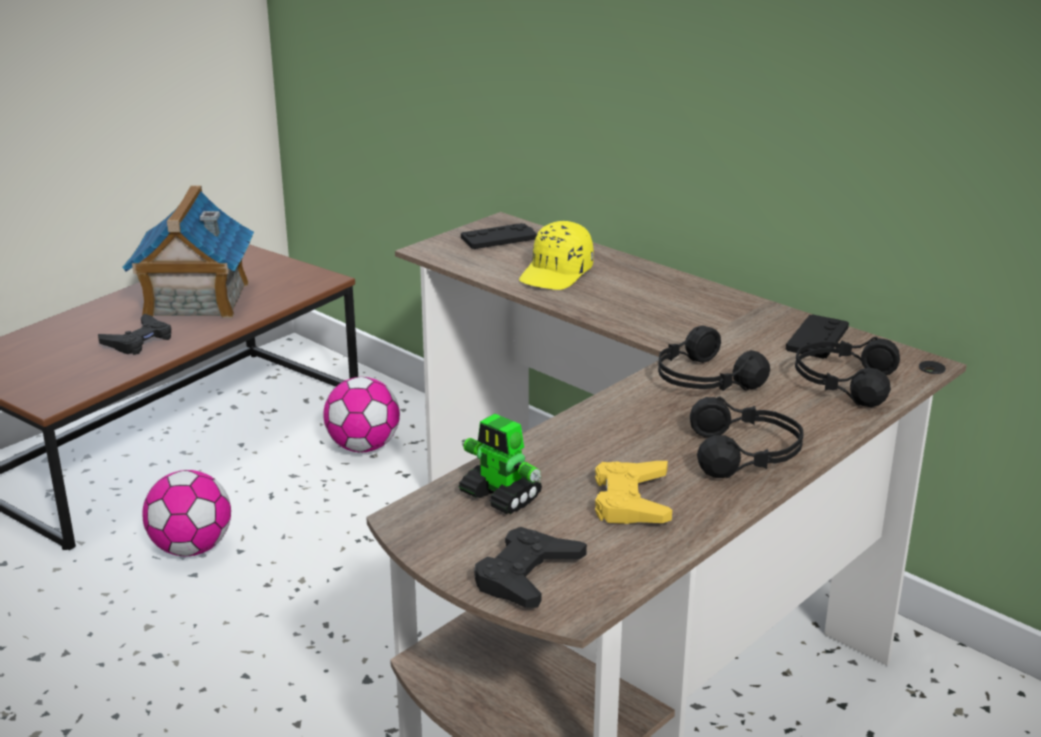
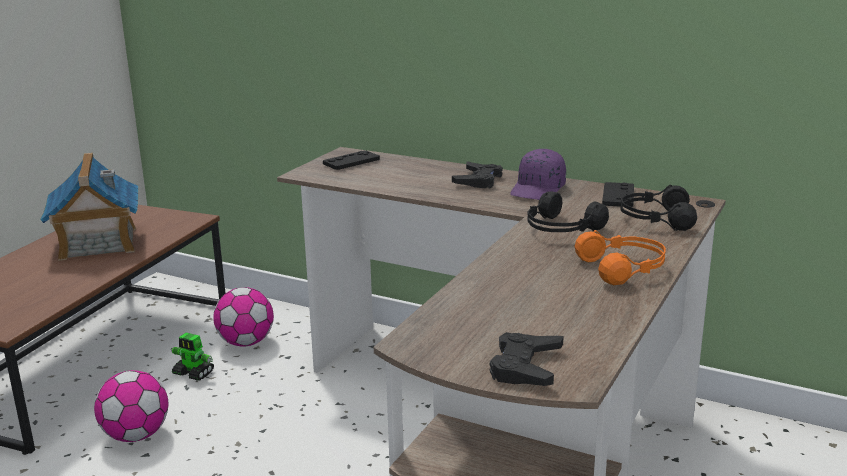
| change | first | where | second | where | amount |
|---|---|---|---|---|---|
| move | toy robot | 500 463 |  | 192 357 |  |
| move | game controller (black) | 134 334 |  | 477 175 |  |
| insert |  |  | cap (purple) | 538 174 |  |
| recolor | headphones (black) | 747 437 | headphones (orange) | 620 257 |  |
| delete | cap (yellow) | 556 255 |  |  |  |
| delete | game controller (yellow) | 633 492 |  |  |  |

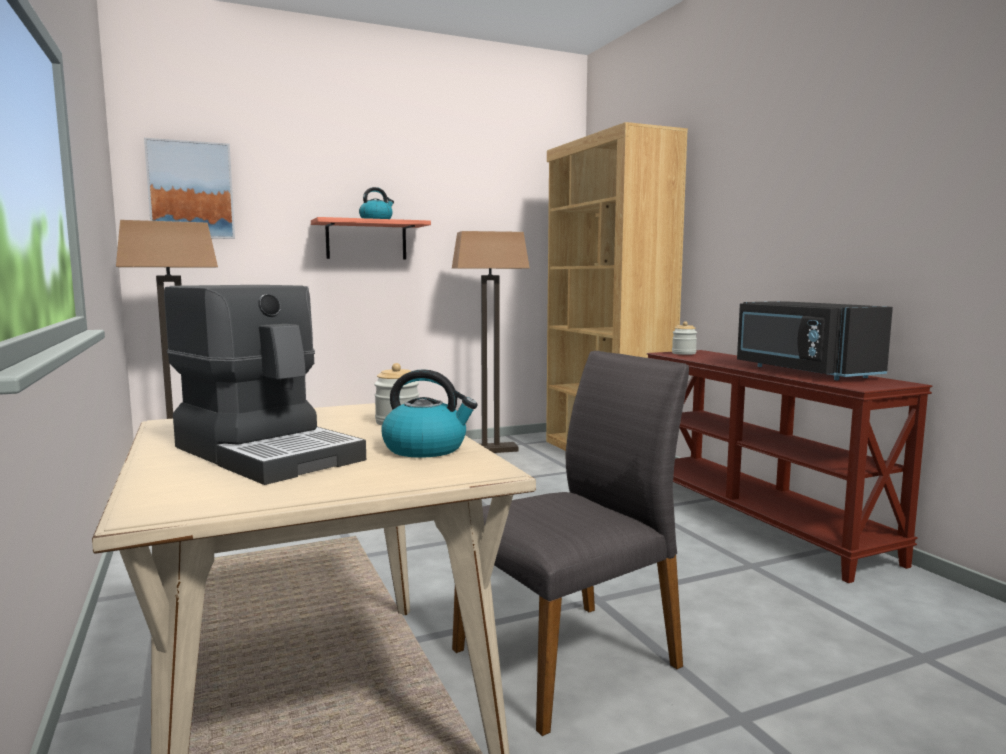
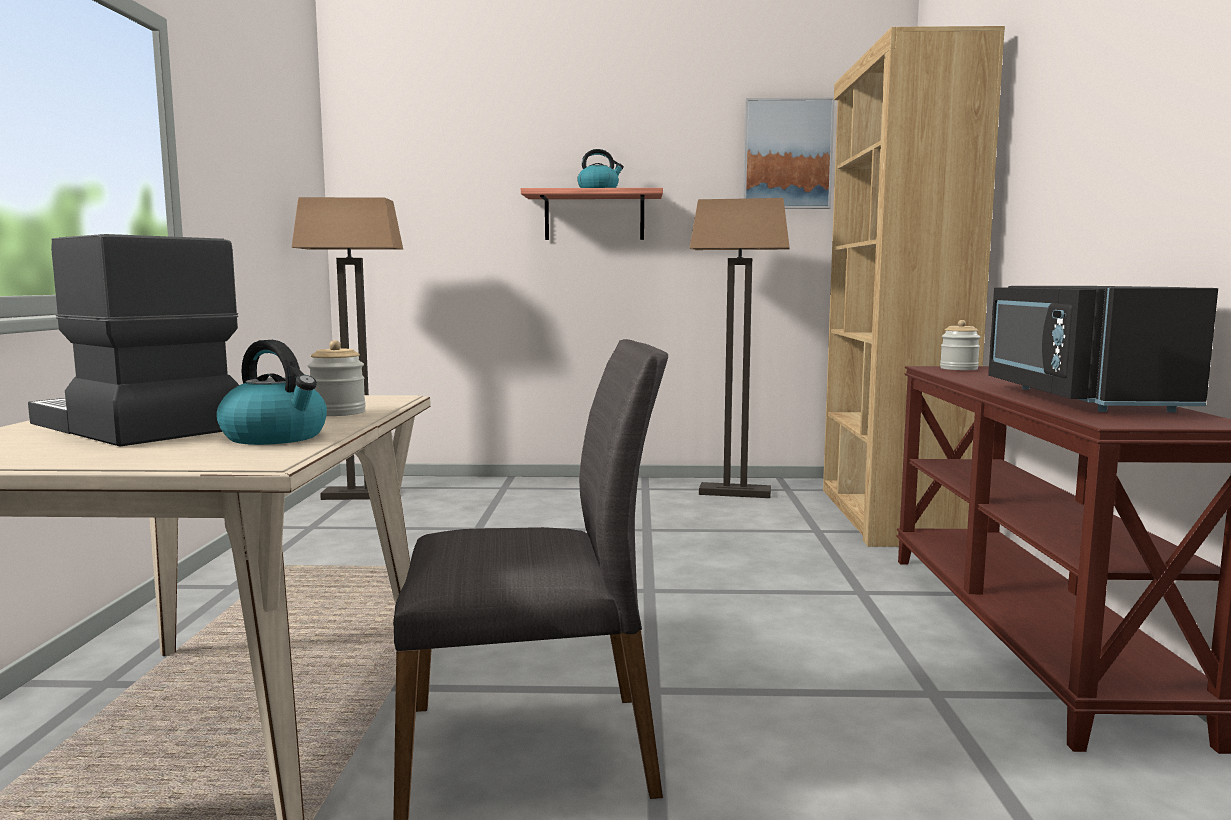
| change | first | where | second | where | amount |
|---|---|---|---|---|---|
| rotate | coffee machine | 265 385 |  | 133 340 | 150 degrees clockwise |
| move | picture | 189 188 |  | 789 153 |  |

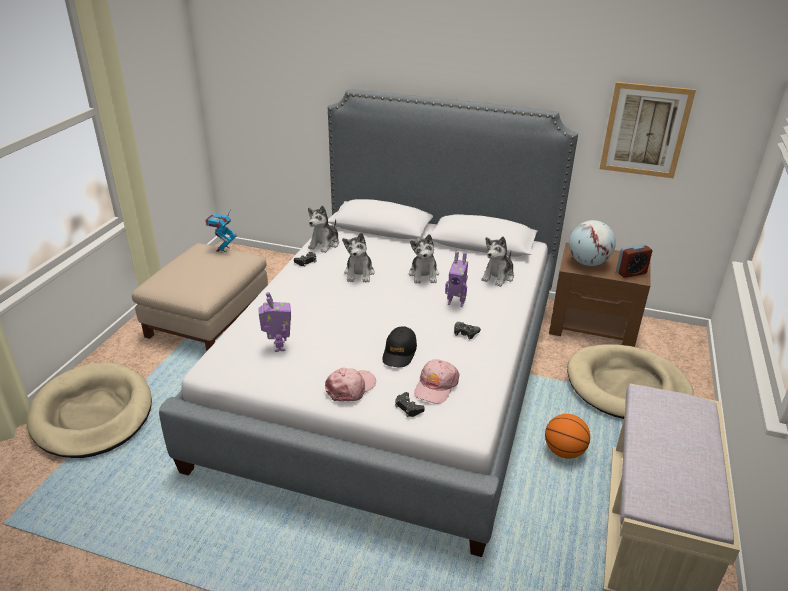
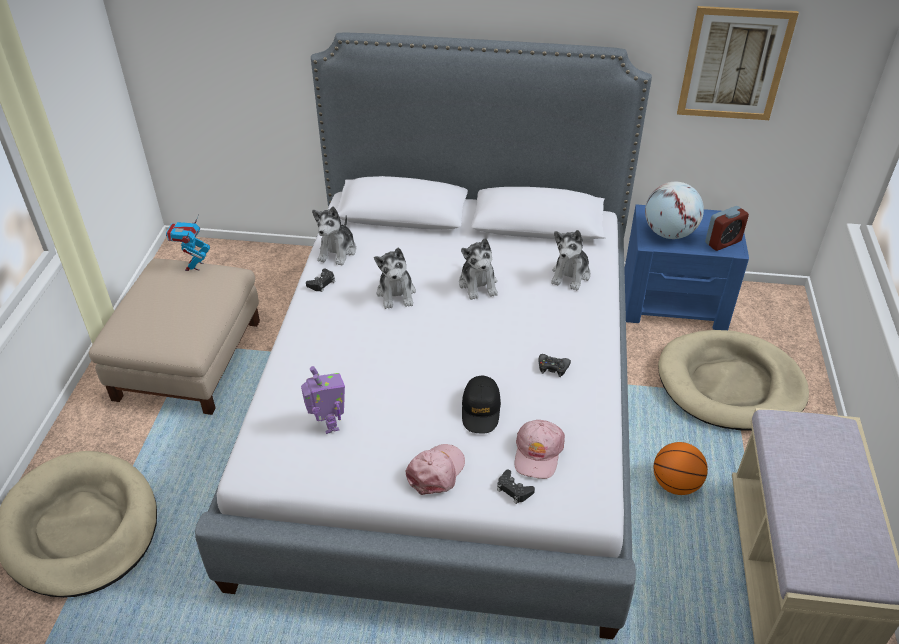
| change | first | where | second | where | amount |
|---|---|---|---|---|---|
| recolor | nightstand (brown) | 600 295 | nightstand (blue) | 686 267 |  |
| delete | toy robot | 456 279 |  |  |  |

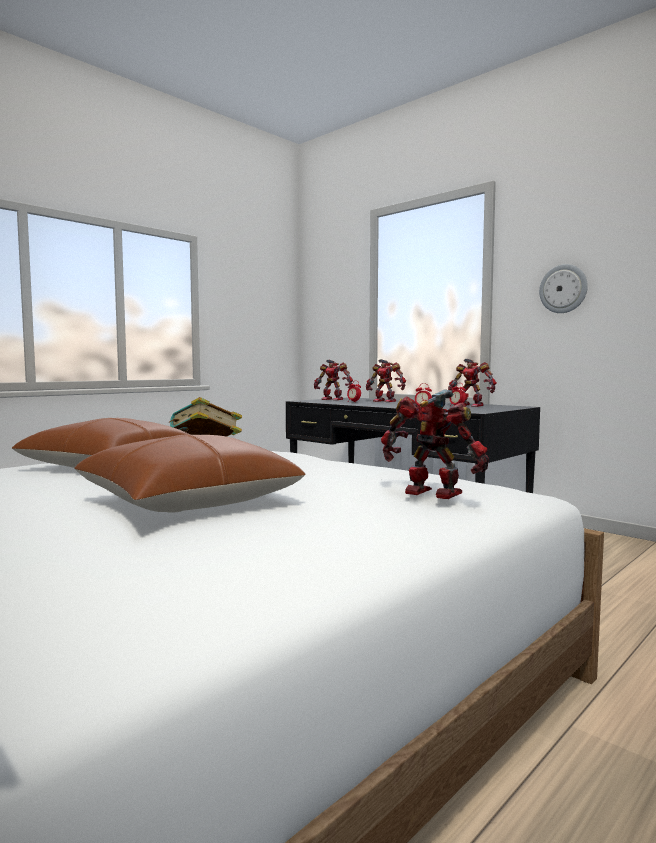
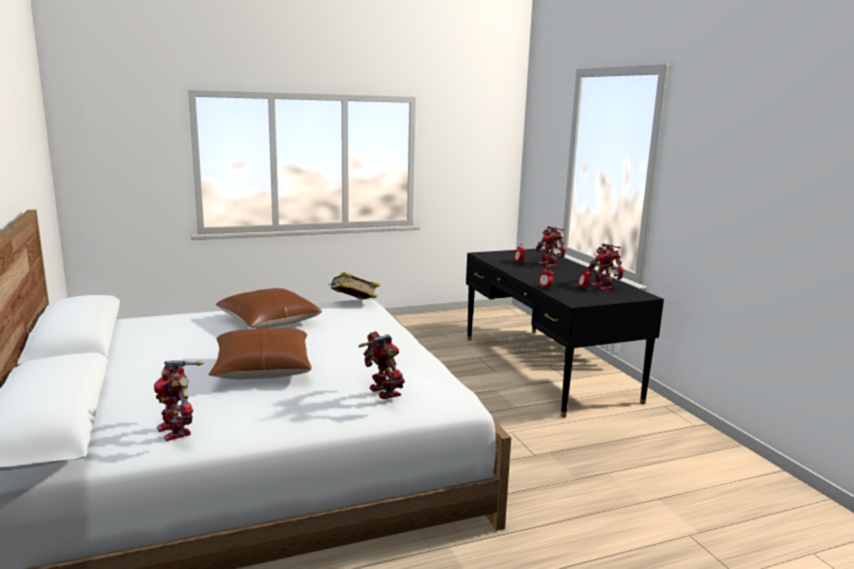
| change | first | where | second | where | amount |
|---|---|---|---|---|---|
| move | toy robot | 333 380 |  | 178 400 |  |
| delete | wall clock | 563 288 |  |  |  |

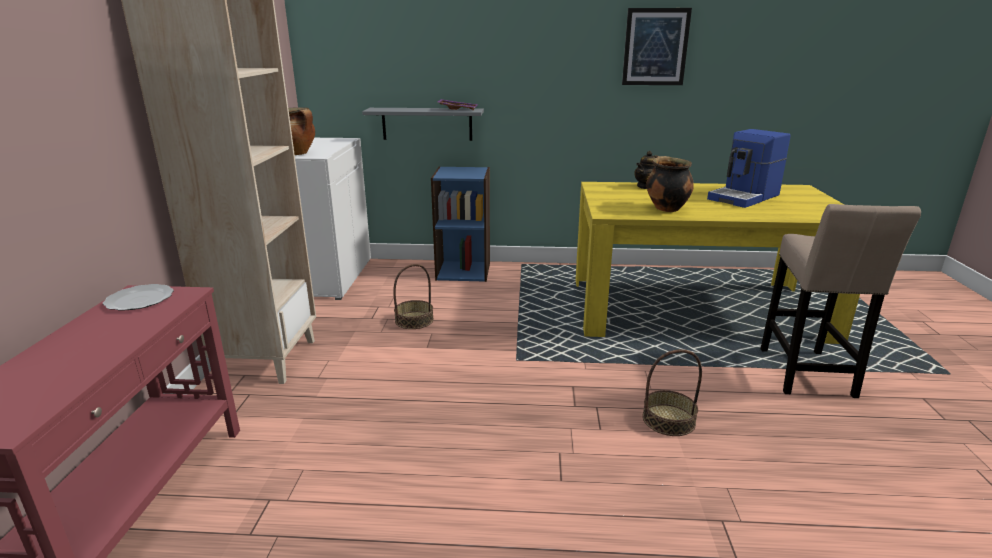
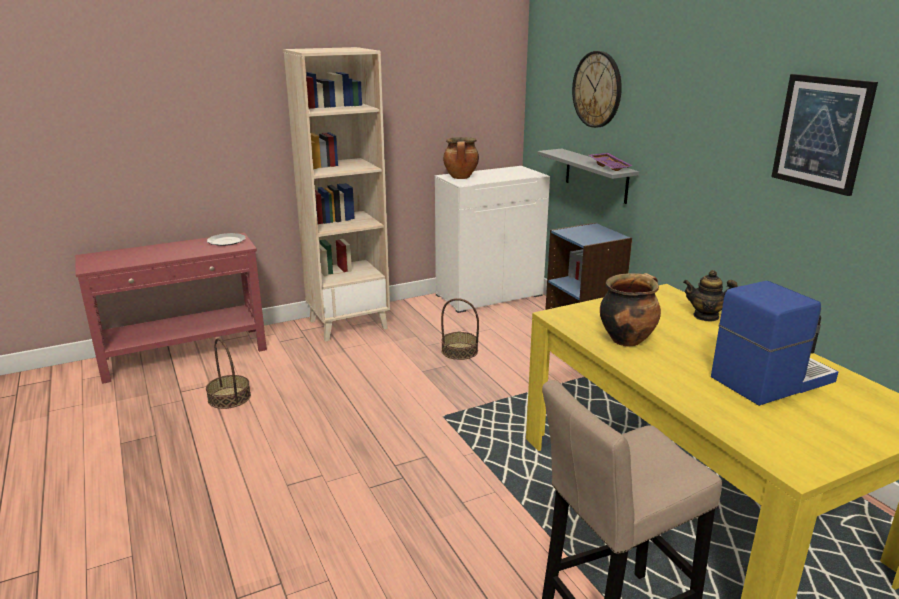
| change | first | where | second | where | amount |
|---|---|---|---|---|---|
| move | basket | 672 392 |  | 228 373 |  |
| insert |  |  | wall clock | 597 89 |  |
| rotate | coffee machine | 748 168 |  | 774 343 | 135 degrees clockwise |

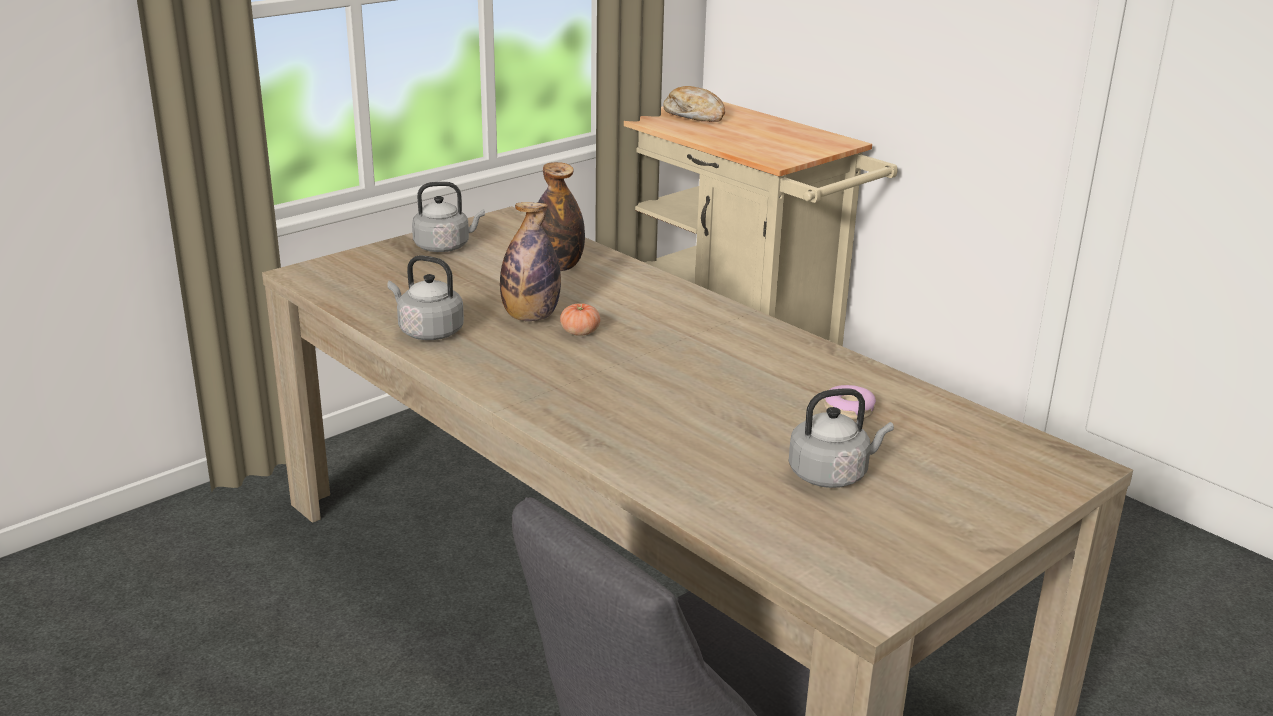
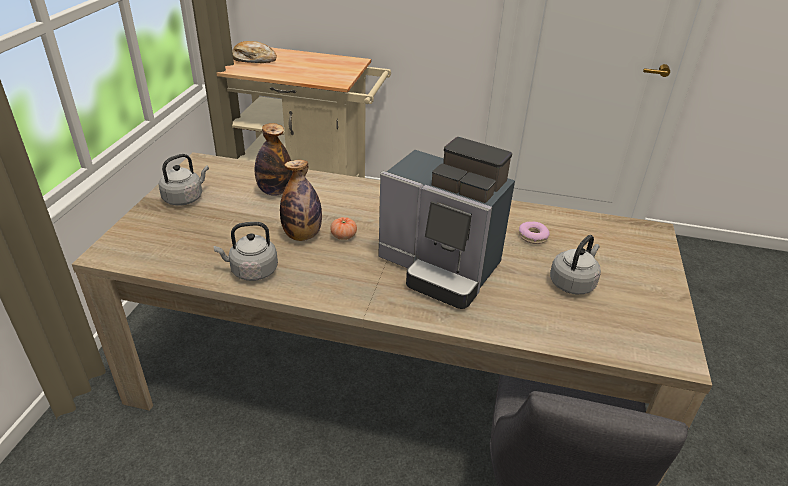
| change | first | where | second | where | amount |
|---|---|---|---|---|---|
| insert |  |  | coffee machine | 446 223 |  |

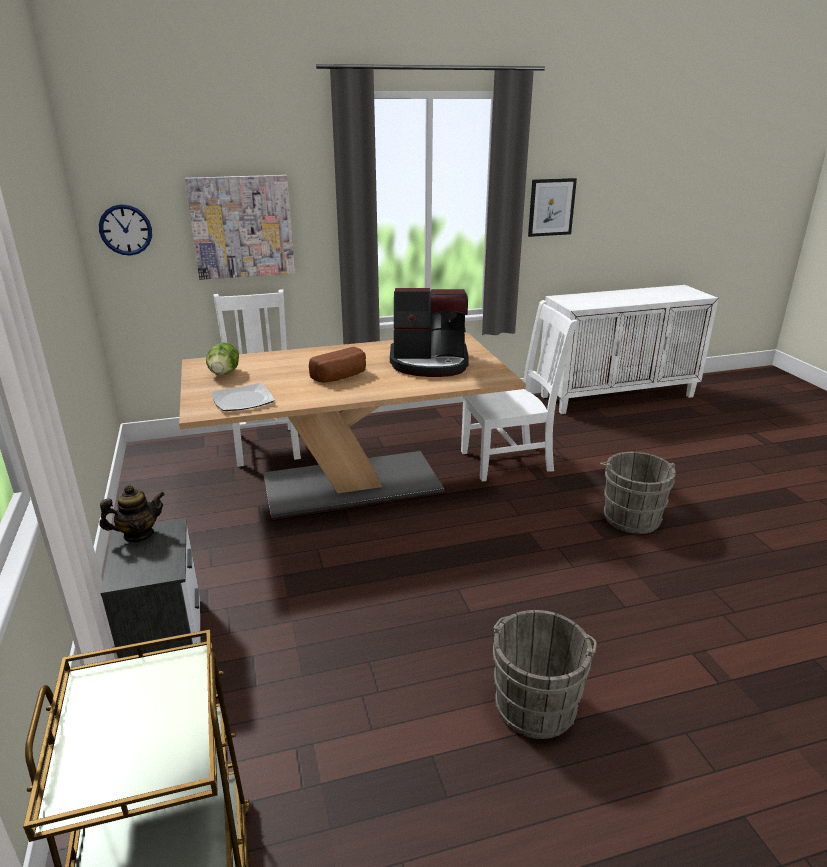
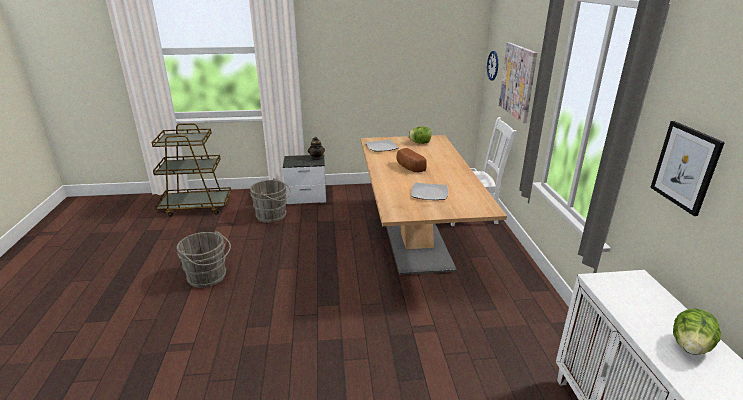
| change | first | where | second | where | amount |
|---|---|---|---|---|---|
| move | bucket (grey) | 638 493 |  | 270 200 |  |
| replace | coffee machine | 429 332 | plate | 429 191 |  |
| insert |  |  | lettuce | 697 331 |  |
| delete | chair (white) | 519 391 |  |  |  |

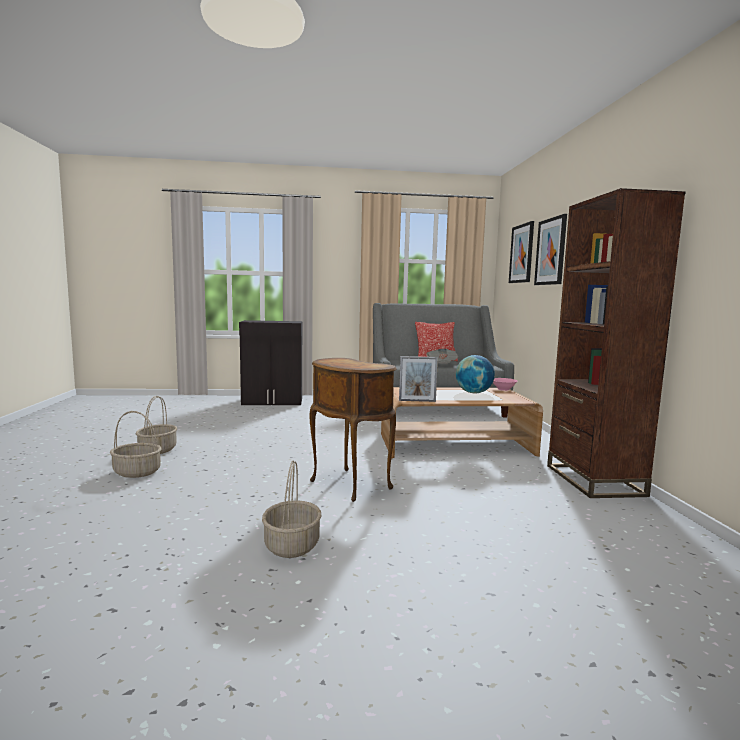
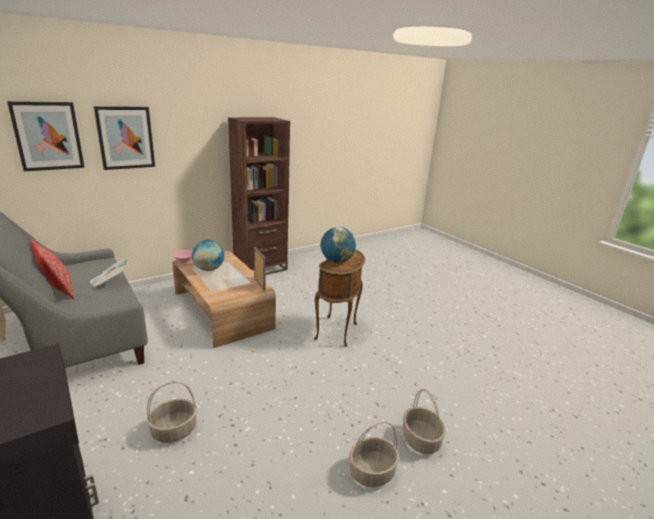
| change | first | where | second | where | amount |
|---|---|---|---|---|---|
| move | basket | 292 509 |  | 172 412 |  |
| insert |  |  | globe | 338 245 |  |

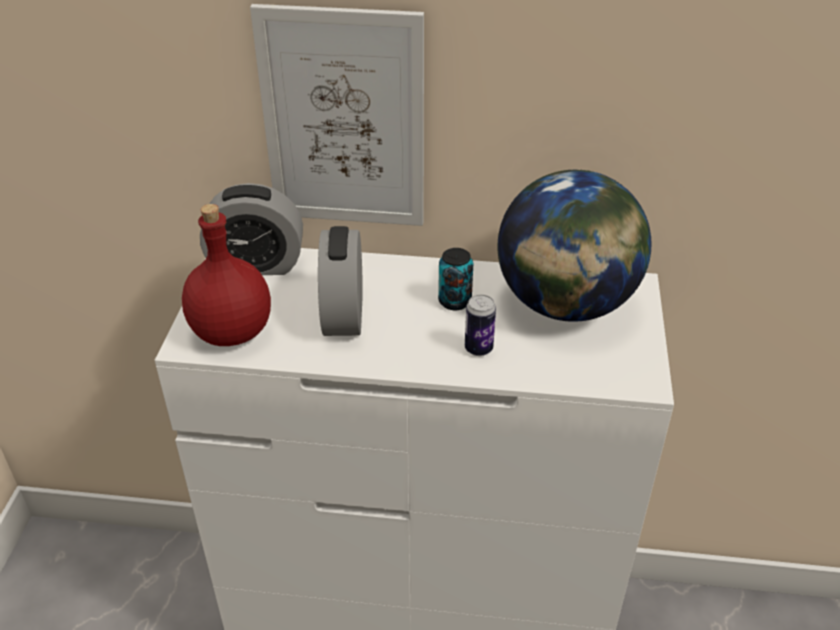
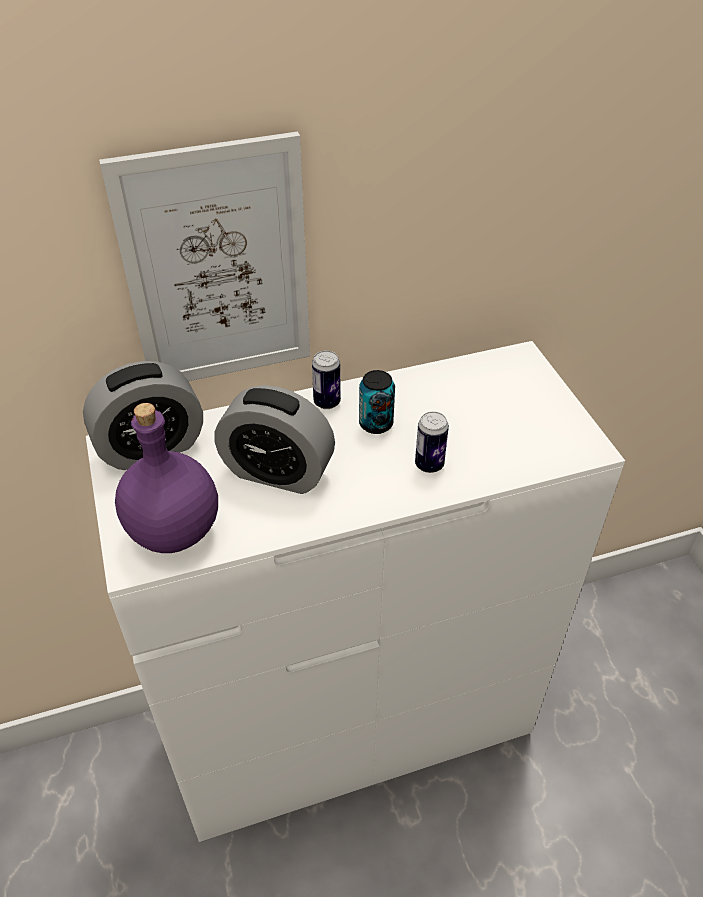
| change | first | where | second | where | amount |
|---|---|---|---|---|---|
| recolor | bottle (red) | 226 275 | bottle (purple) | 166 478 |  |
| rotate | alarm clock | 340 281 |  | 275 439 | 45 degrees counterclockwise |
| insert |  |  | can | 326 380 |  |
| delete | globe | 574 246 |  |  |  |

